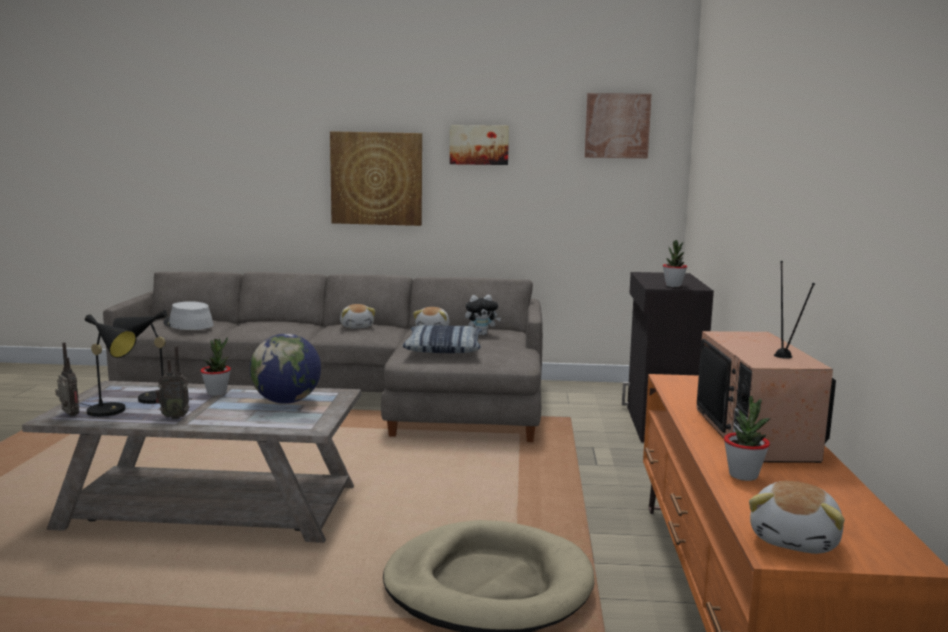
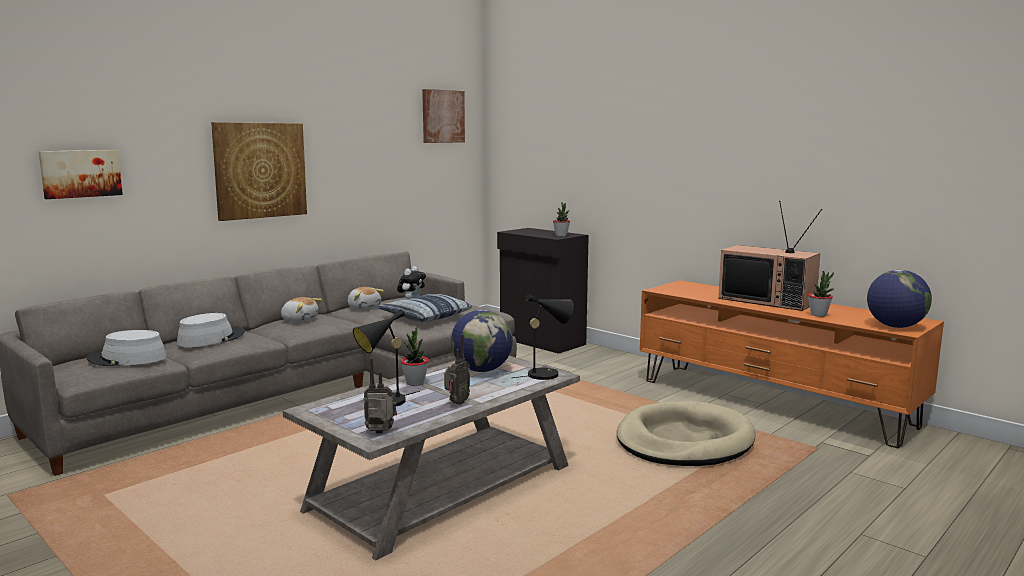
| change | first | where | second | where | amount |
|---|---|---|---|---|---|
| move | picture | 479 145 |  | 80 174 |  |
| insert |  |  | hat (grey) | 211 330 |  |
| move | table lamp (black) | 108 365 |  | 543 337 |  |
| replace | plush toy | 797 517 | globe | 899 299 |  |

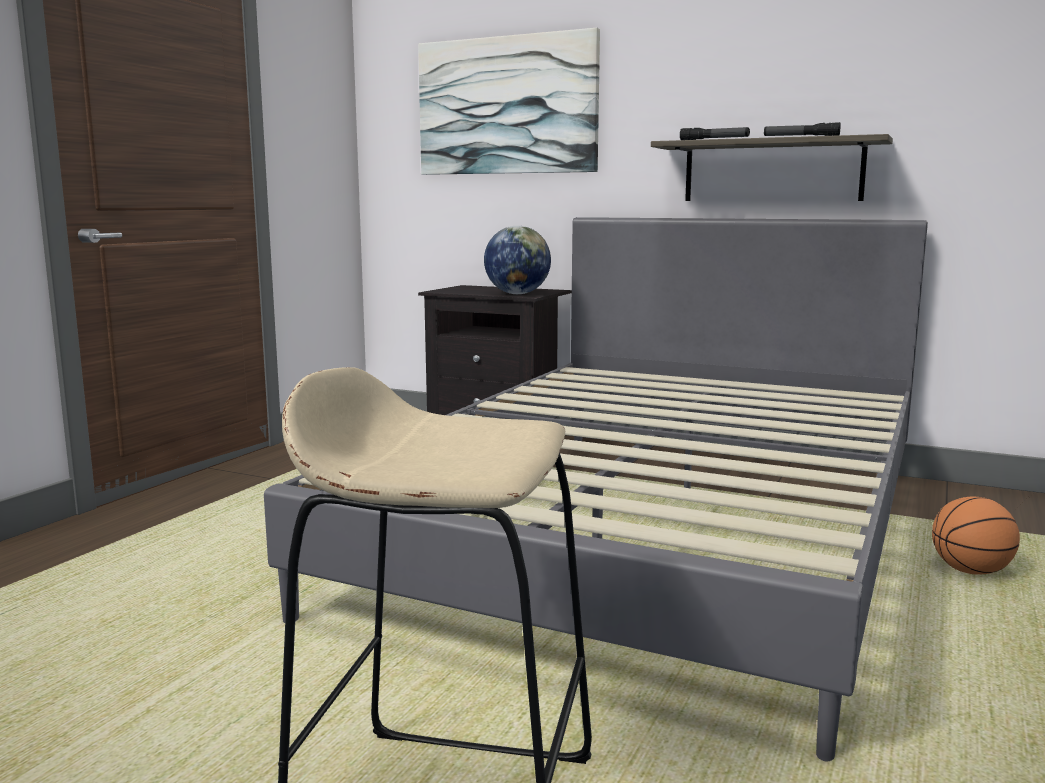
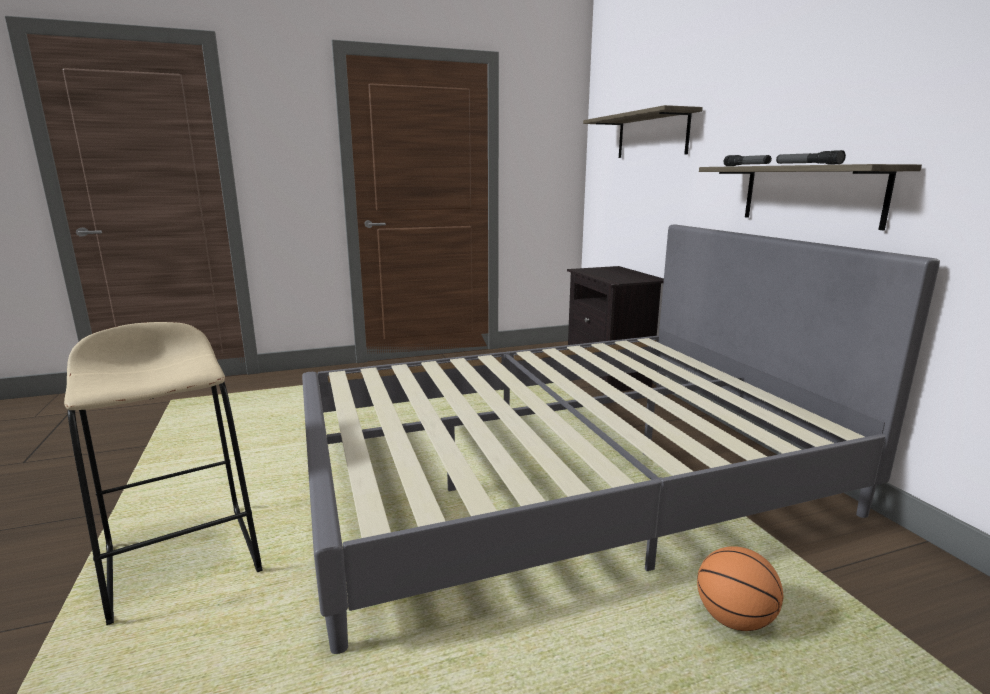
| change | first | where | second | where | amount |
|---|---|---|---|---|---|
| replace | picture | 509 101 | shelf | 643 131 |  |
| delete | globe | 517 260 |  |  |  |

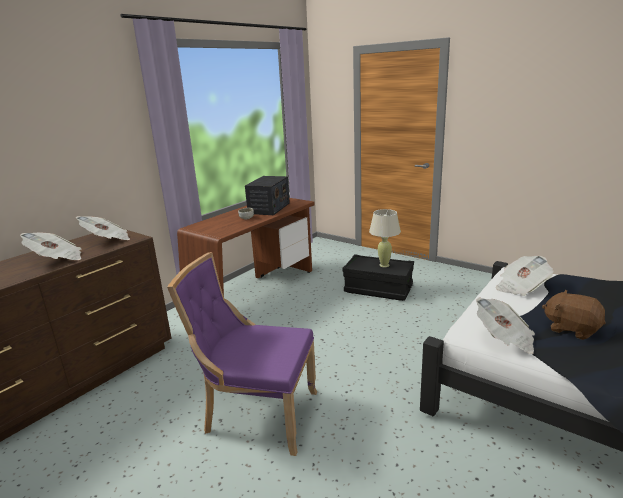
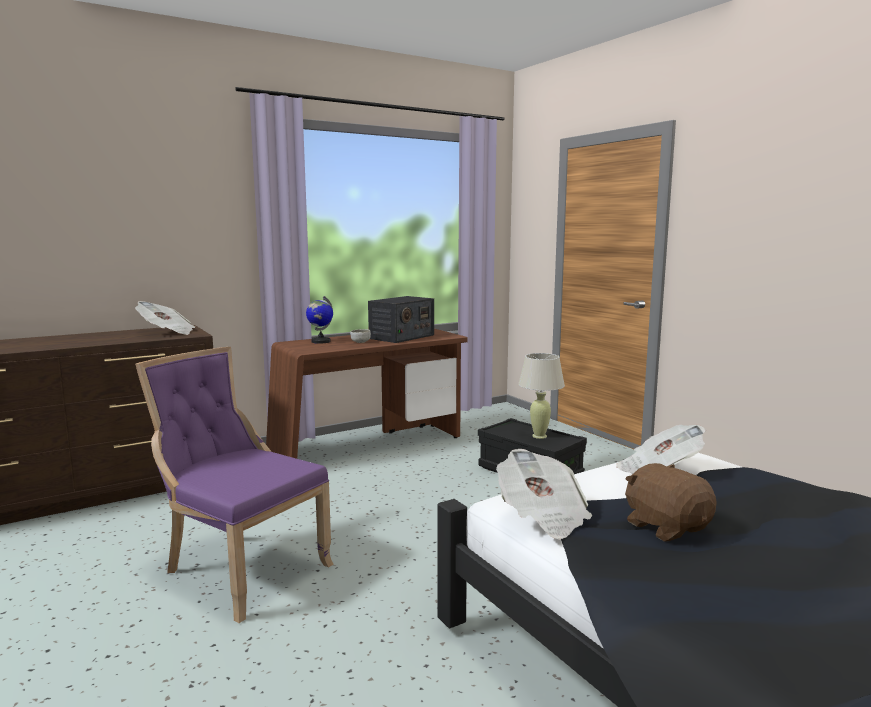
| change | first | where | second | where | amount |
|---|---|---|---|---|---|
| insert |  |  | globe | 319 320 |  |
| delete | newspaper | 51 246 |  |  |  |

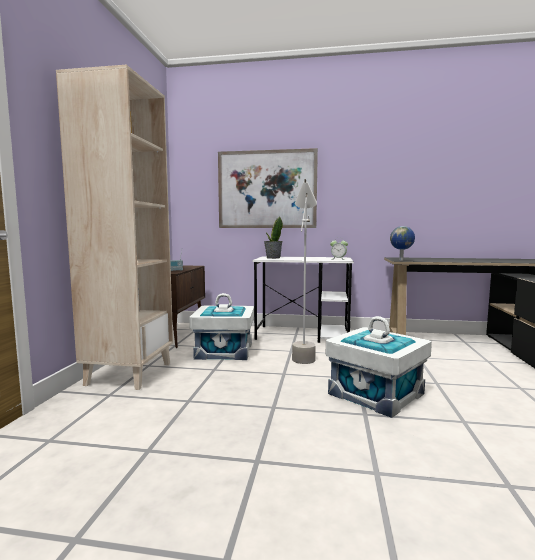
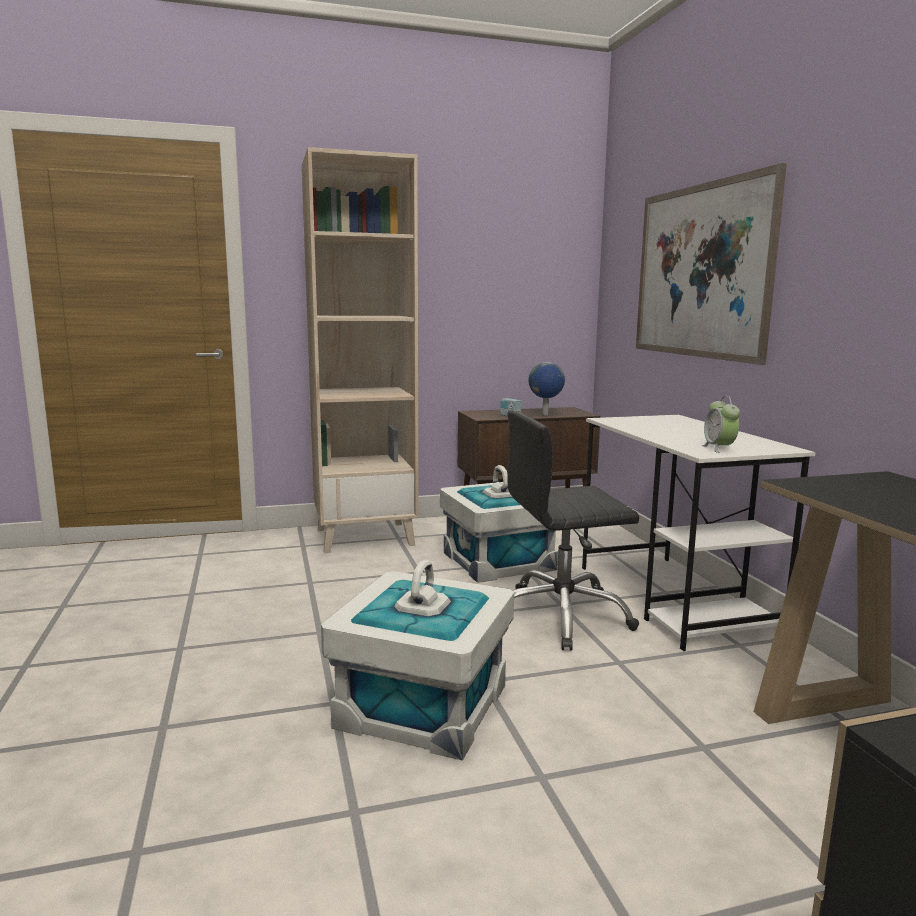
| change | first | where | second | where | amount |
|---|---|---|---|---|---|
| replace | floor lamp (grey) | 304 271 | office chair (black) | 573 530 |  |
| move | globe | 402 243 |  | 547 388 |  |
| delete | potted plant | 273 238 |  |  |  |

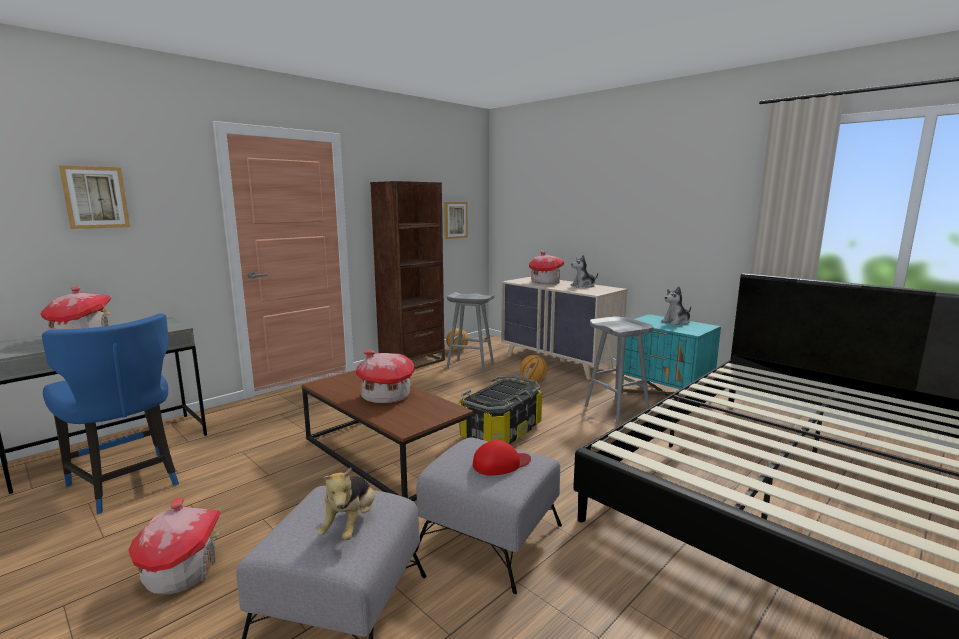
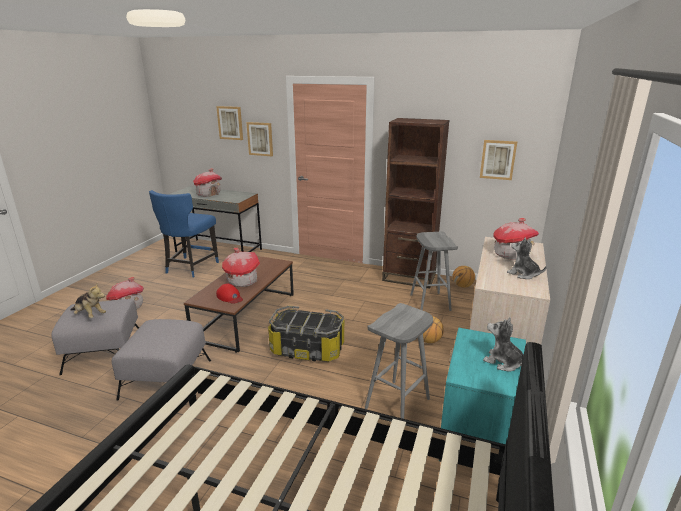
| change | first | where | second | where | amount |
|---|---|---|---|---|---|
| rotate | plush toy | 346 504 |  | 88 301 | 135 degrees counterclockwise |
| move | cap (red) | 502 458 |  | 229 293 |  |
| insert |  |  | picture | 259 139 |  |

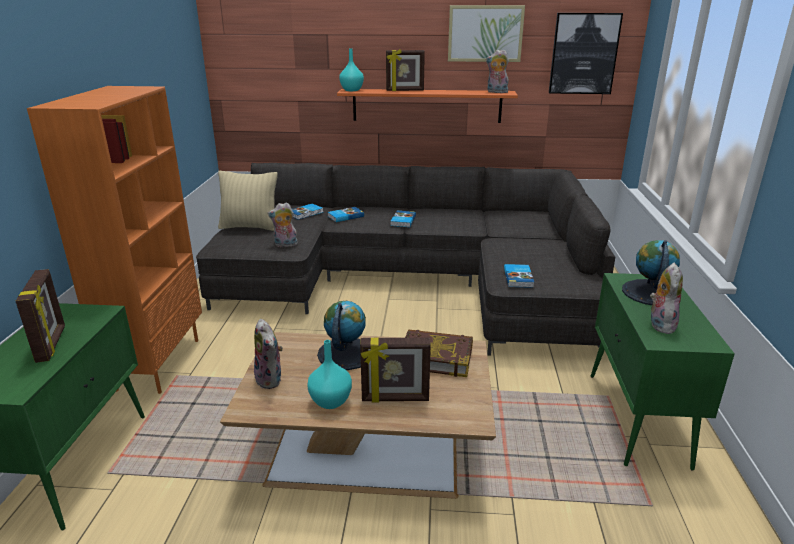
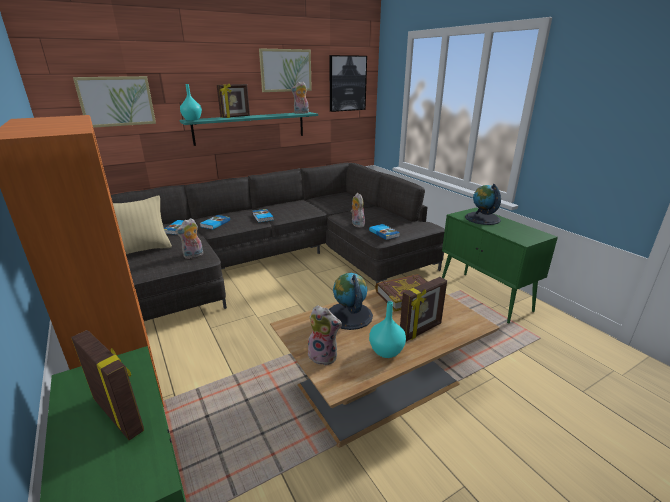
| change | first | where | second | where | amount |
|---|---|---|---|---|---|
| insert |  |  | picture | 114 102 |  |
| recolor | shelf (orange) | 427 106 | shelf (turquoise) | 249 129 |  |
| move | plush toy | 666 299 |  | 358 210 |  |

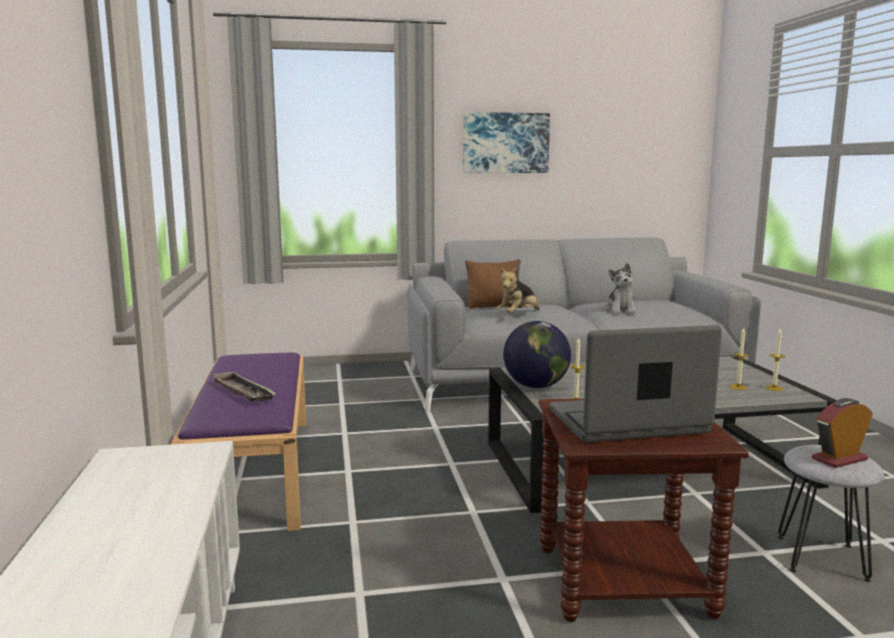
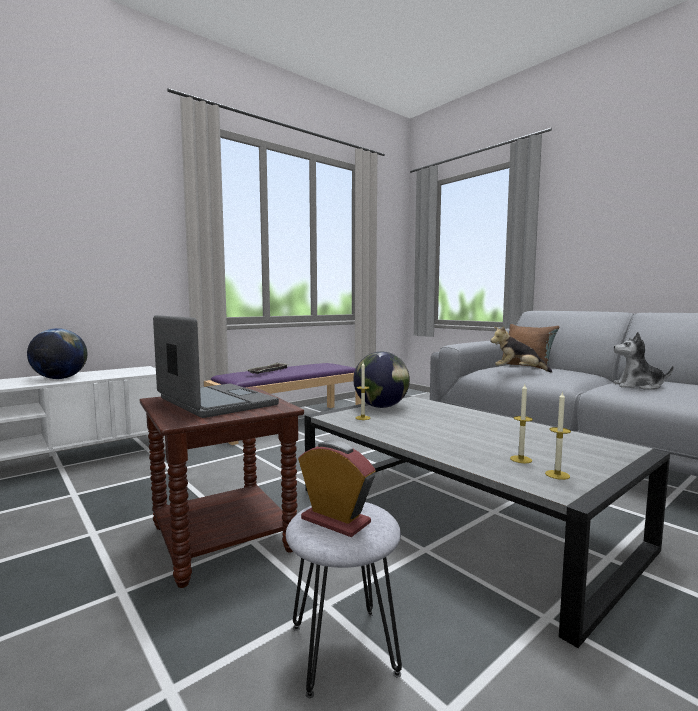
| change | first | where | second | where | amount |
|---|---|---|---|---|---|
| insert |  |  | globe | 57 353 |  |
| rotate | plush toy | 620 288 |  | 643 361 | 45 degrees clockwise |
| delete | picture | 506 142 |  |  |  |

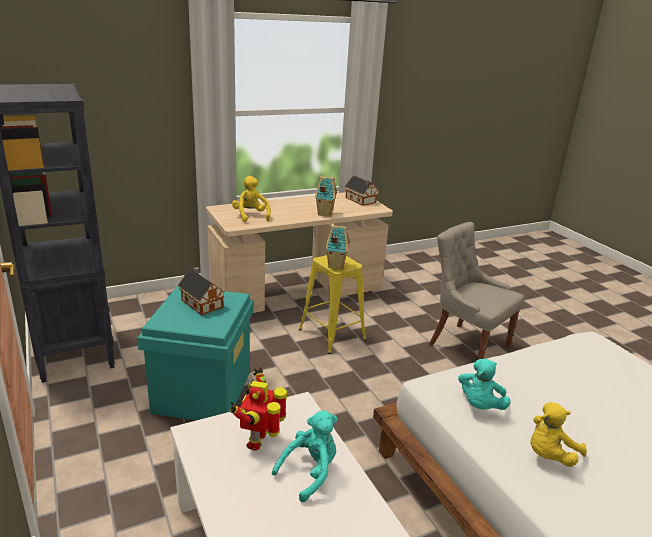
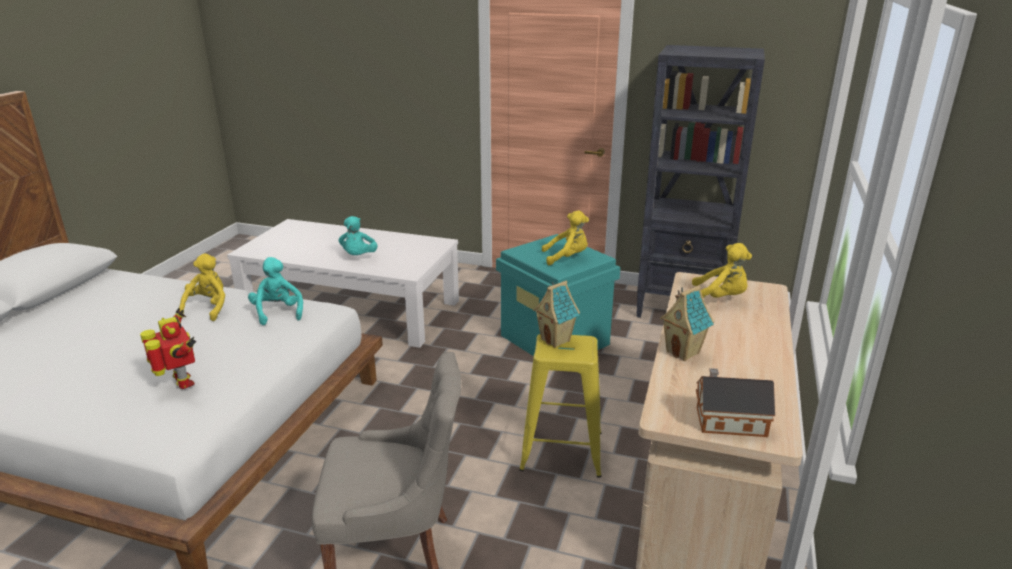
| change | first | where | second | where | amount |
|---|---|---|---|---|---|
| move | toy robot | 258 408 |  | 168 348 |  |
| replace | toy house | 201 291 | plush toy (yellow) | 565 237 |  |

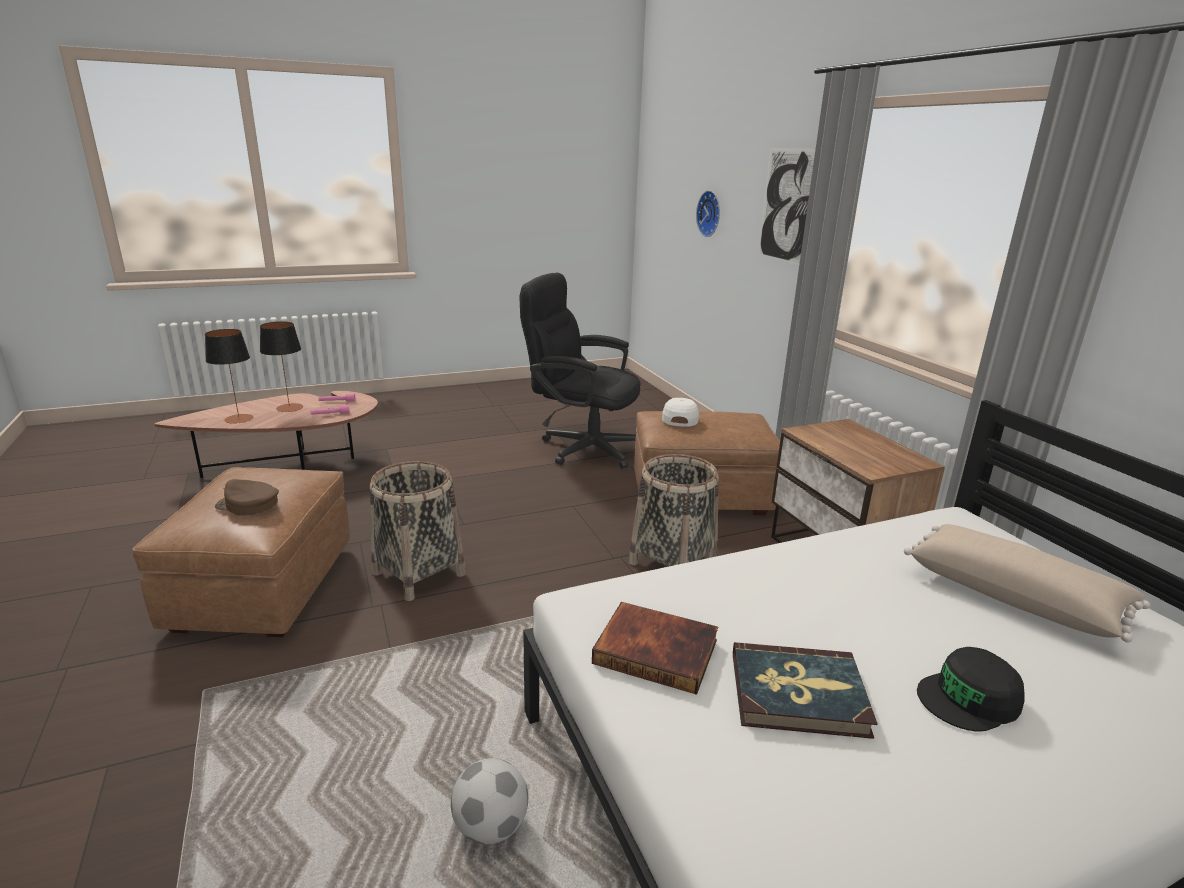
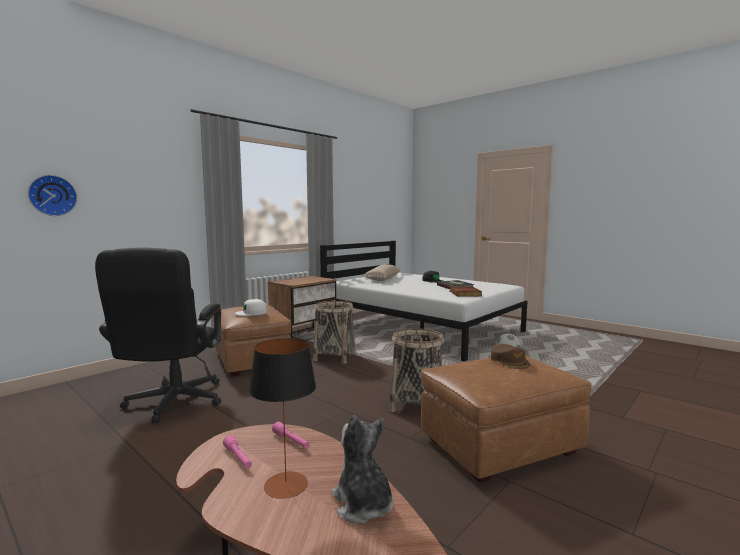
| change | first | where | second | where | amount |
|---|---|---|---|---|---|
| replace | table lamp | 229 376 | plush toy | 362 469 |  |
| delete | picture | 787 206 |  |  |  |

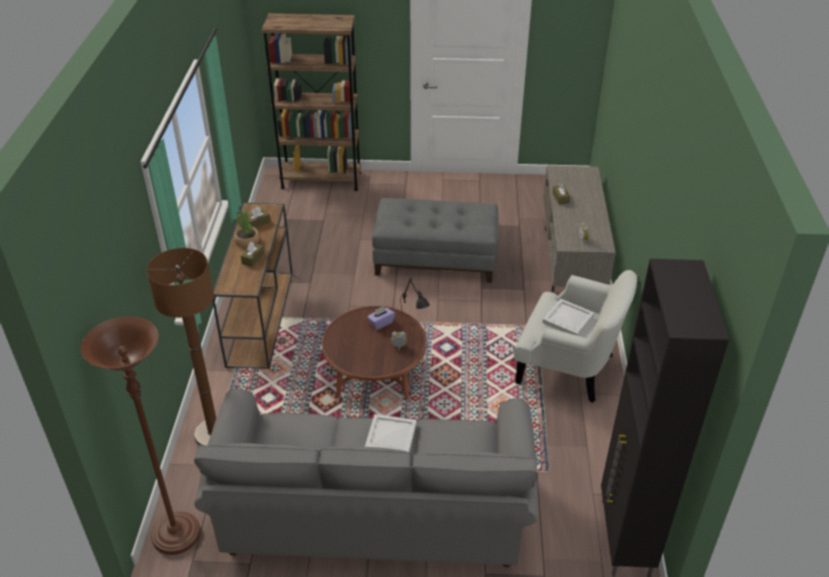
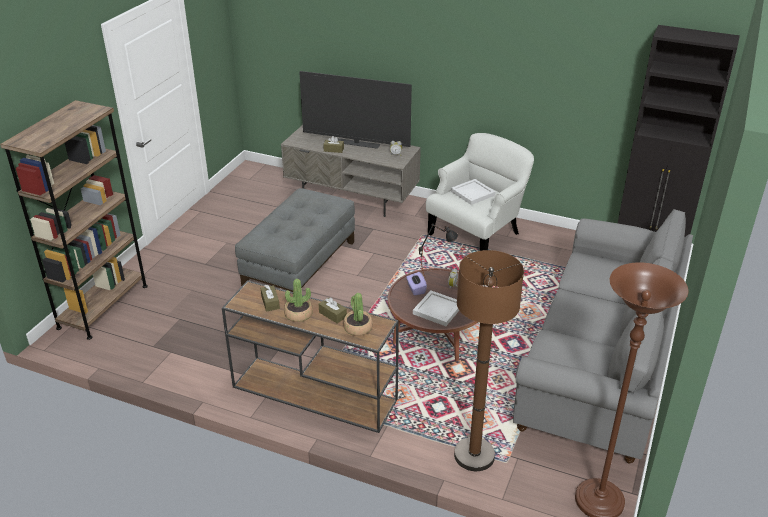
| change | first | where | second | where | amount |
|---|---|---|---|---|---|
| insert |  |  | television | 355 110 |  |
| insert |  |  | potted plant | 358 314 |  |
| move | tray (white) | 391 433 |  | 436 308 |  |

